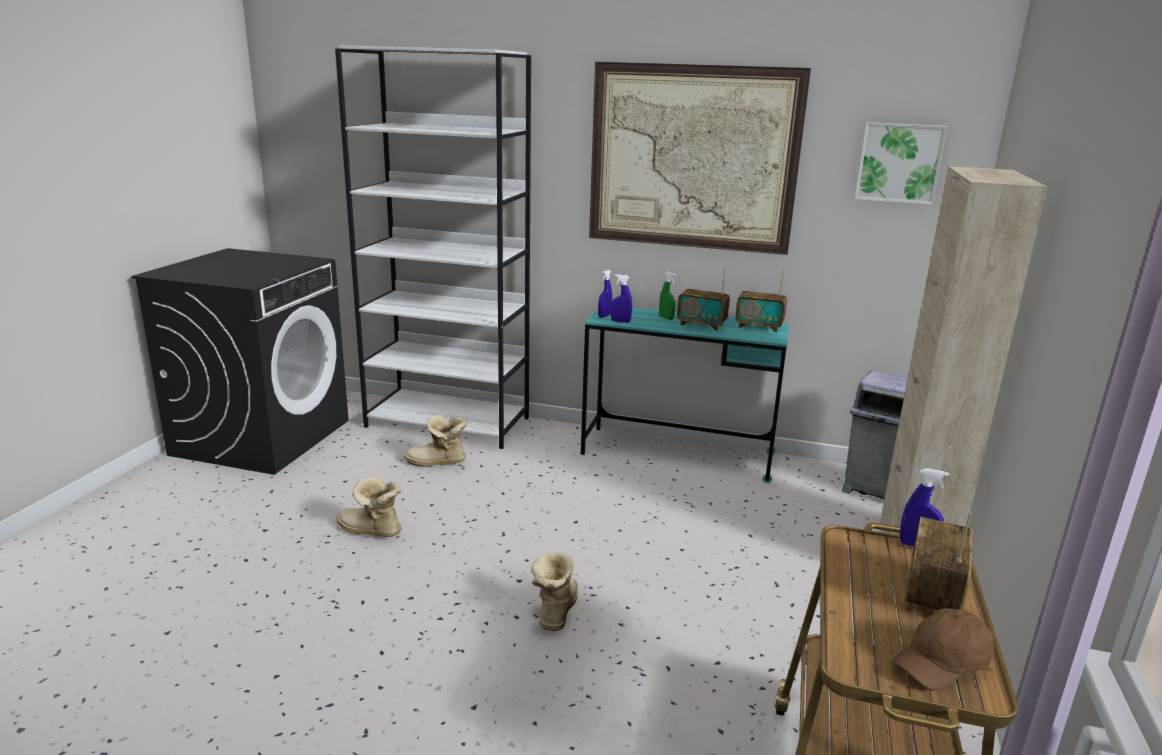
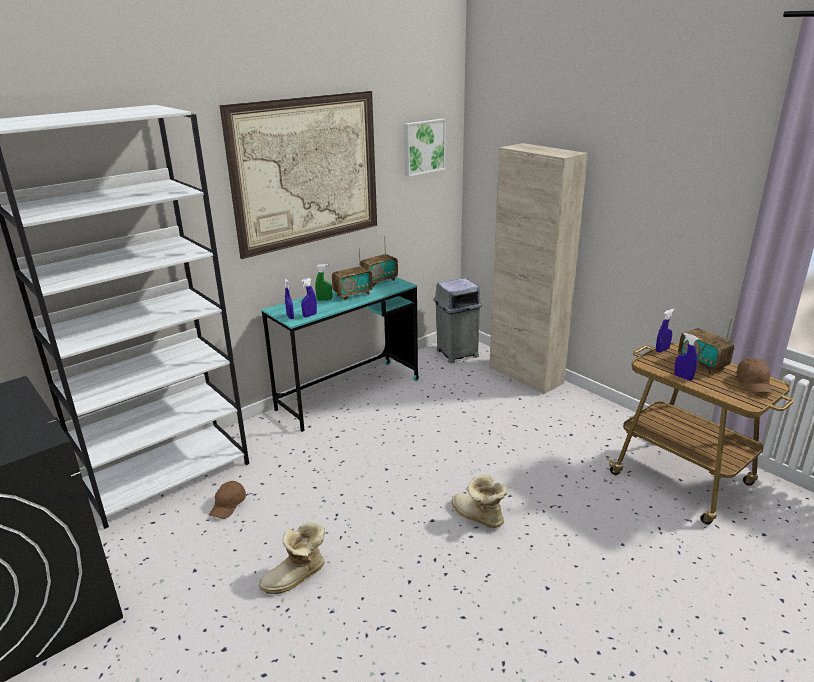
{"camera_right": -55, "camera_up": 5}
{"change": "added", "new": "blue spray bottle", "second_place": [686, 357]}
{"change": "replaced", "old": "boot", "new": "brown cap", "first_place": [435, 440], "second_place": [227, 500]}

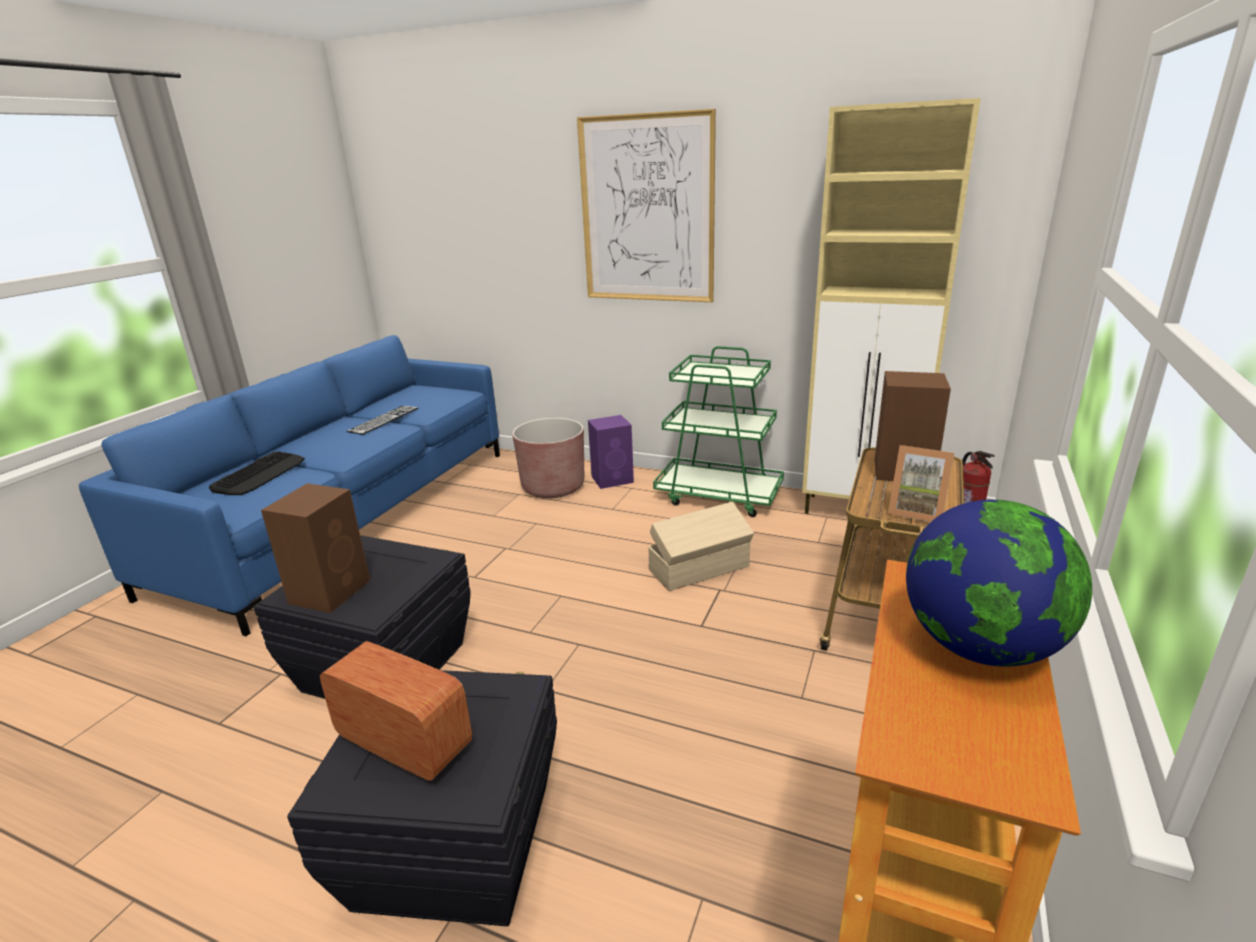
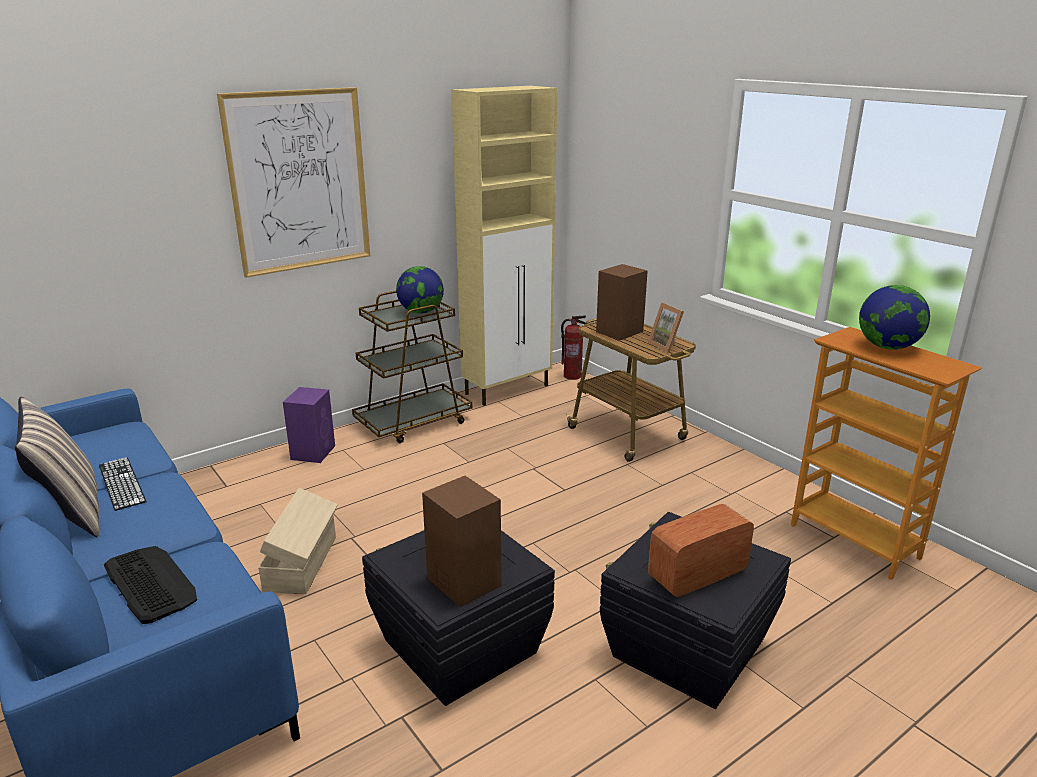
{"camera_right": -60, "camera_up": 0}
{"change": "removed", "old": "brown planter", "first_place": [548, 458]}
{"change": "added", "new": "pillow", "second_place": [57, 466]}
{"change": "added", "new": "globe", "second_place": [420, 290]}
{"change": "moved", "old": "beige storage box", "first_place": [701, 546], "second_place": [298, 541]}
{"change": "recoloured", "old": "green cart", "new": "brown cart", "first_place": [718, 431], "second_place": [412, 367]}
{"change": "turned", "old": "picture frame", "first_place": [921, 483], "second_place": [666, 327], "degrees": 90}

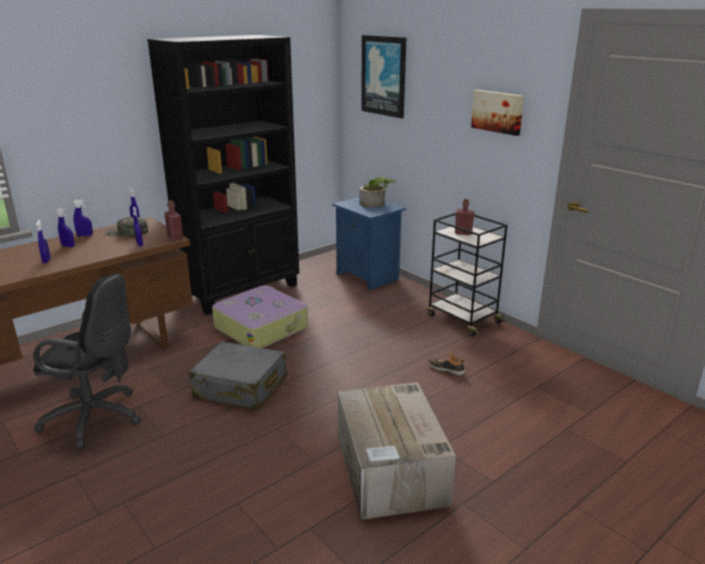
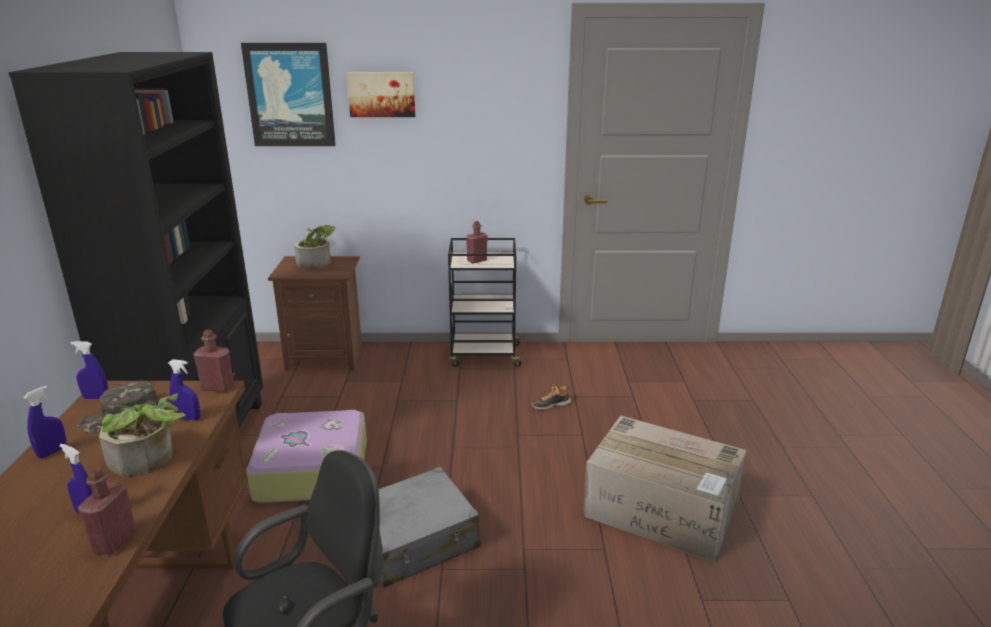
{"camera_right": -50, "camera_up": 0}
{"change": "removed", "old": "blue spray bottle", "first_place": [65, 228]}
{"change": "added", "new": "red bottle", "second_place": [107, 511]}
{"change": "added", "new": "potted plant", "second_place": [142, 435]}
{"change": "moved", "old": "picture", "first_place": [497, 113], "second_place": [381, 94]}
{"change": "recoloured", "old": "blue nightstand", "new": "brown nightstand", "first_place": [369, 243], "second_place": [315, 313]}

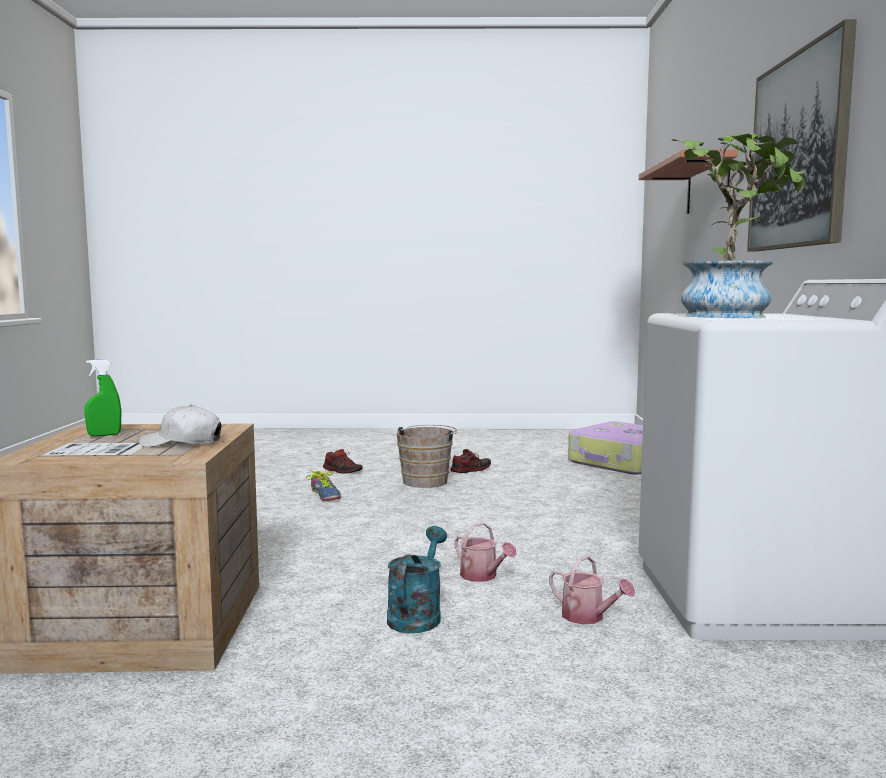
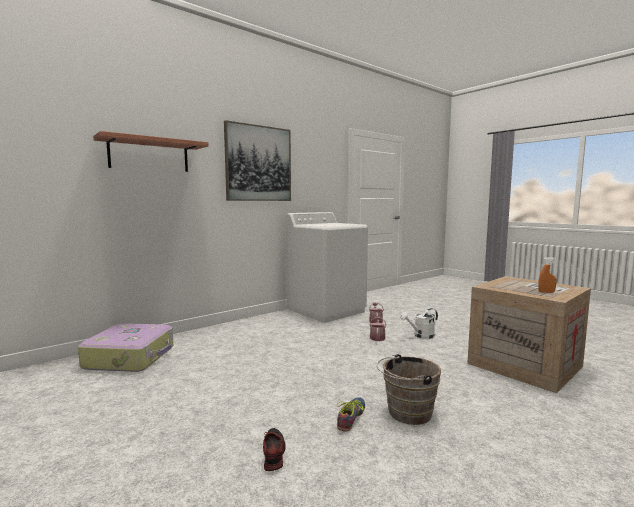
{"camera_right": -130, "camera_up": 0}
{"change": "removed", "old": "white cap", "first_place": [180, 426]}
{"change": "removed", "old": "shoe", "first_place": [470, 461]}
{"change": "removed", "old": "potted plant", "first_place": [739, 225]}
{"change": "moved", "old": "brown bucket", "first_place": [427, 456], "second_place": [409, 389]}
{"change": "recoloured", "old": "green spray bottle", "new": "orange spray bottle", "first_place": [102, 397], "second_place": [547, 275]}
{"change": "recoloured", "old": "turquoise watering can", "new": "white watering can", "first_place": [417, 579], "second_place": [419, 323]}

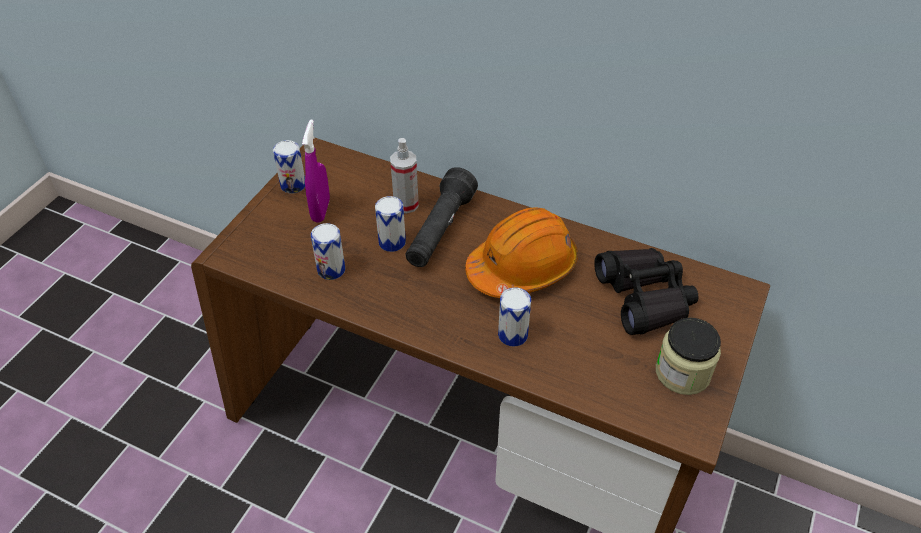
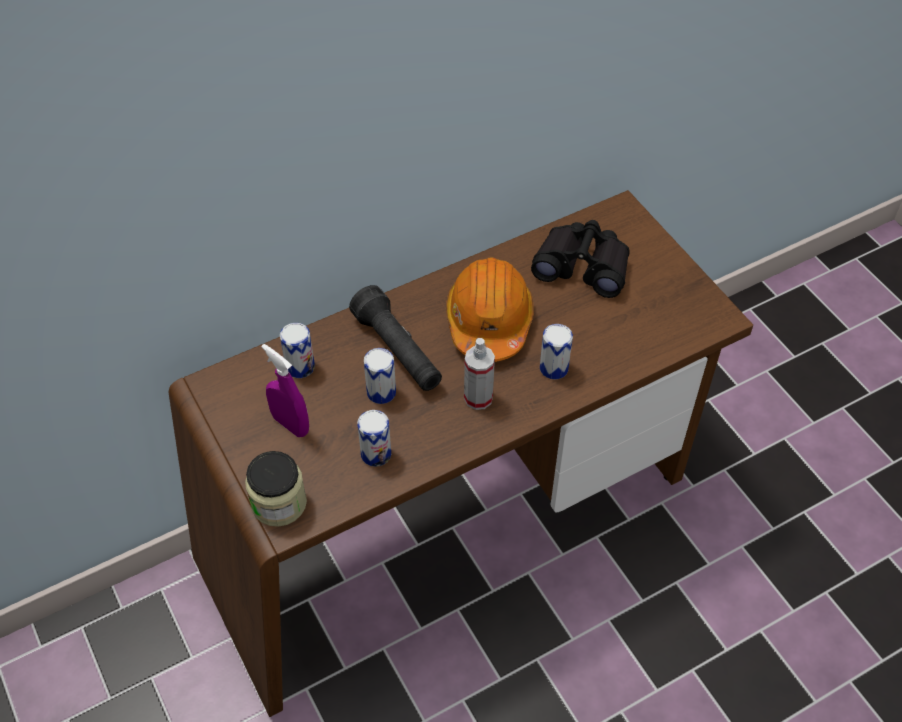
{"camera_right": -55, "camera_up": 5}
{"change": "moved", "old": "can", "first_place": [289, 167], "second_place": [297, 350]}
{"change": "moved", "old": "spray bottle", "first_place": [404, 175], "second_place": [479, 374]}
{"change": "moved", "old": "jar", "first_place": [688, 356], "second_place": [276, 489]}

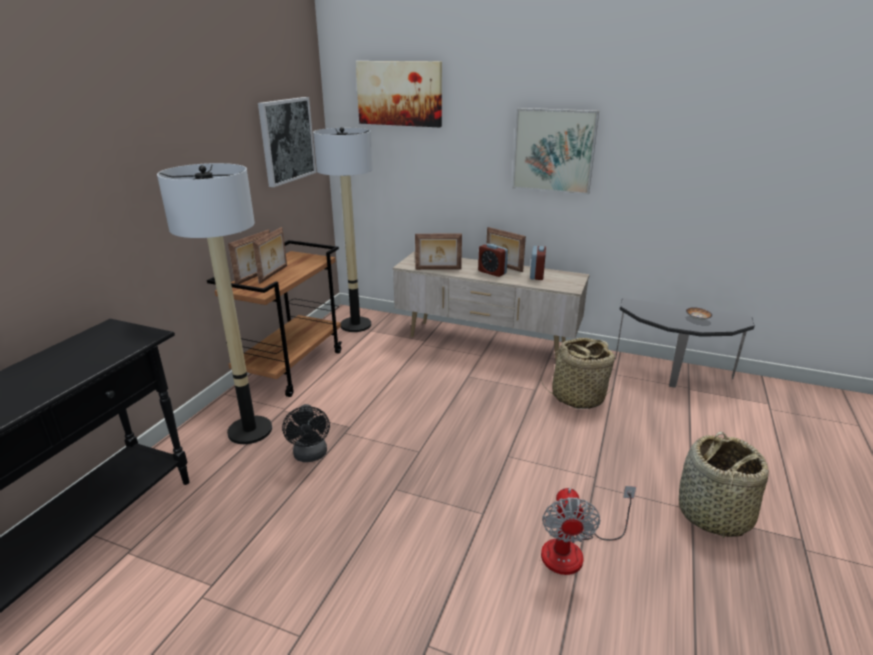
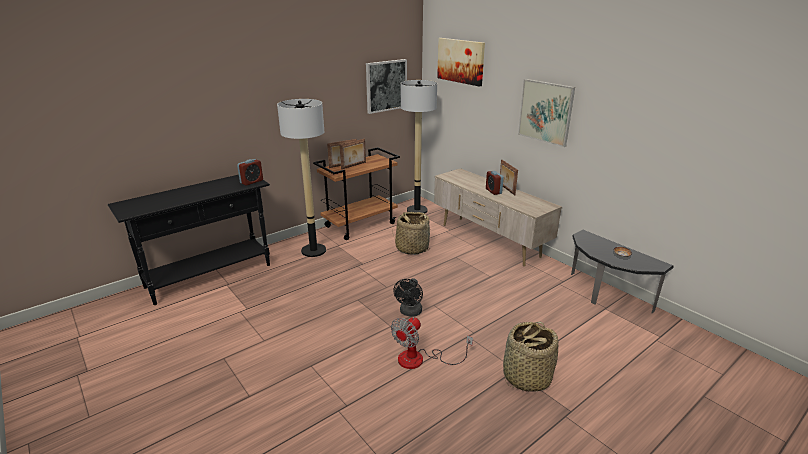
{"camera_right": 30, "camera_up": 0}
{"change": "removed", "old": "picture frame", "first_place": [438, 252]}
{"change": "moved", "old": "black fan", "first_place": [306, 433], "second_place": [408, 297]}
{"change": "moved", "old": "alarm clock", "first_place": [538, 263], "second_place": [250, 172]}
{"change": "moved", "old": "basket", "first_place": [578, 373], "second_place": [411, 233]}

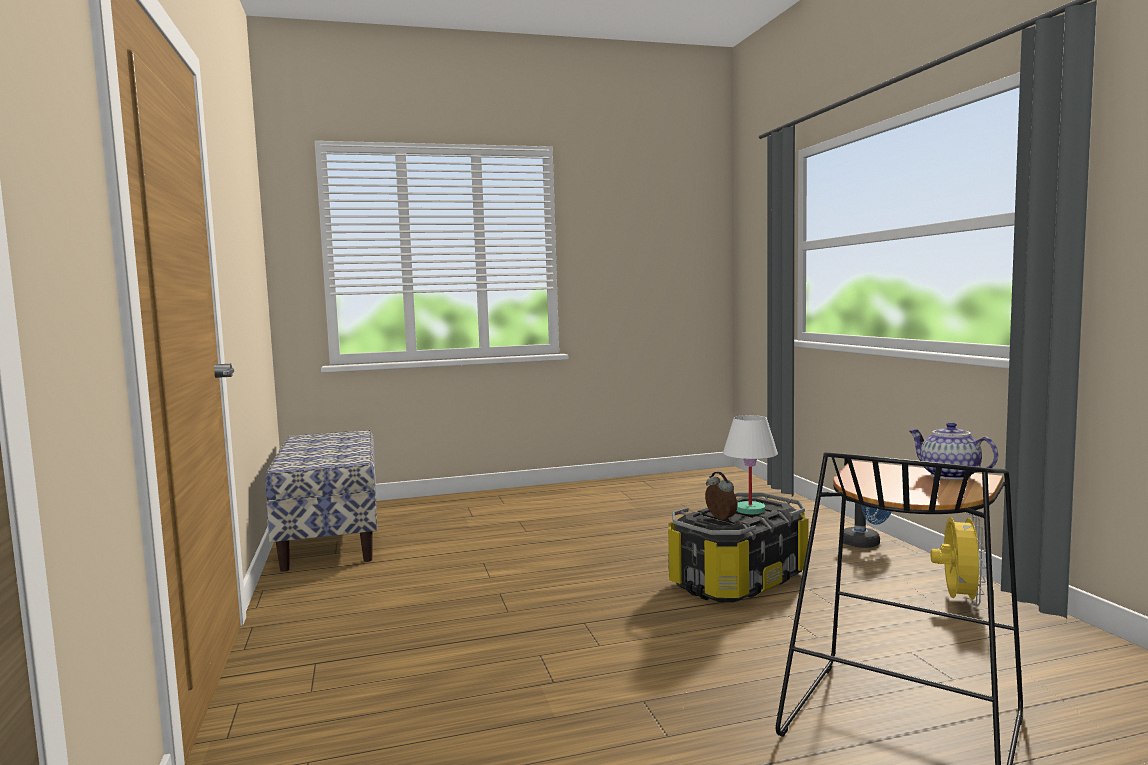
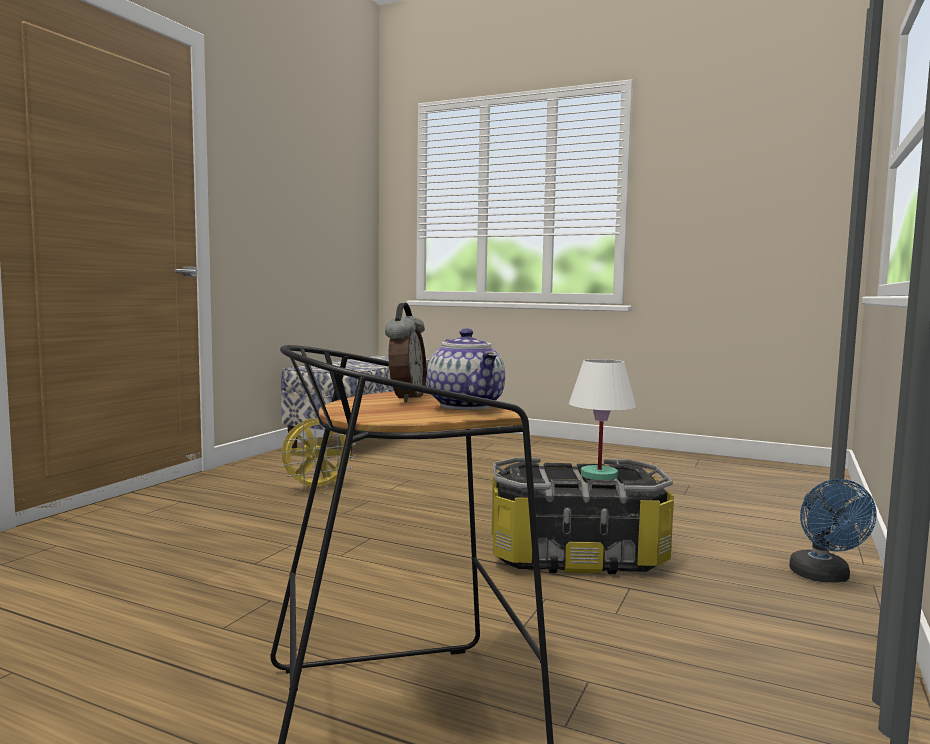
{"camera_right": 40, "camera_up": 0}
{"change": "moved", "old": "alarm clock", "first_place": [721, 496], "second_place": [405, 352]}
{"change": "moved", "old": "yellow fan", "first_place": [958, 559], "second_place": [319, 454]}
{"change": "turned", "old": "teapot", "first_place": [953, 451], "second_place": [466, 369], "degrees": 150}

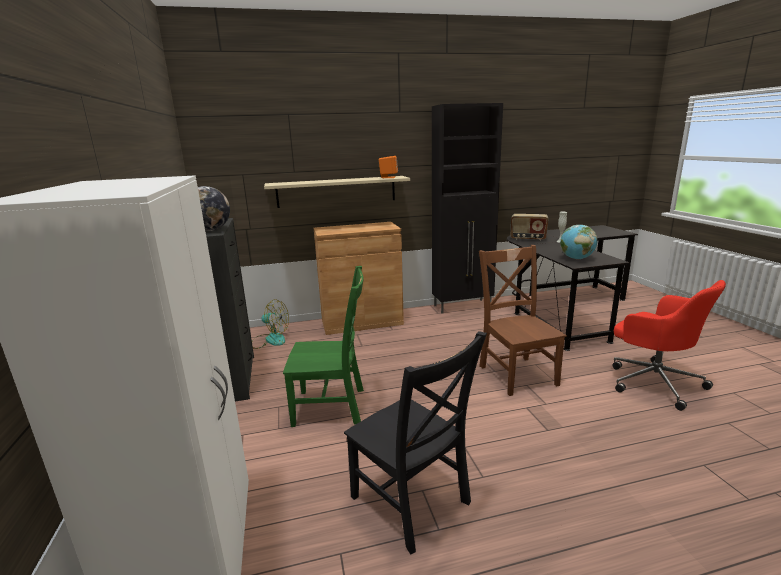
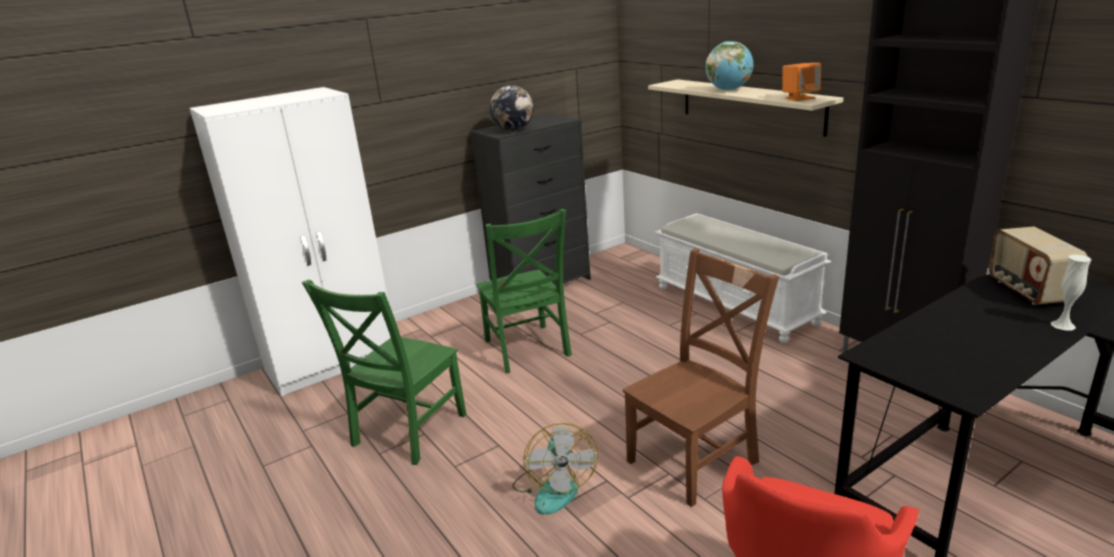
{"camera_right": 70, "camera_up": 5}
{"change": "moved", "old": "fan", "first_place": [270, 324], "second_place": [555, 469]}
{"change": "moved", "old": "globe", "first_place": [578, 242], "second_place": [729, 66]}
{"change": "replaced", "old": "brown cabinet", "new": "white bench", "first_place": [359, 278], "second_place": [743, 278]}
{"change": "recoloured", "old": "black chair", "new": "green chair", "first_place": [415, 442], "second_place": [384, 372]}

